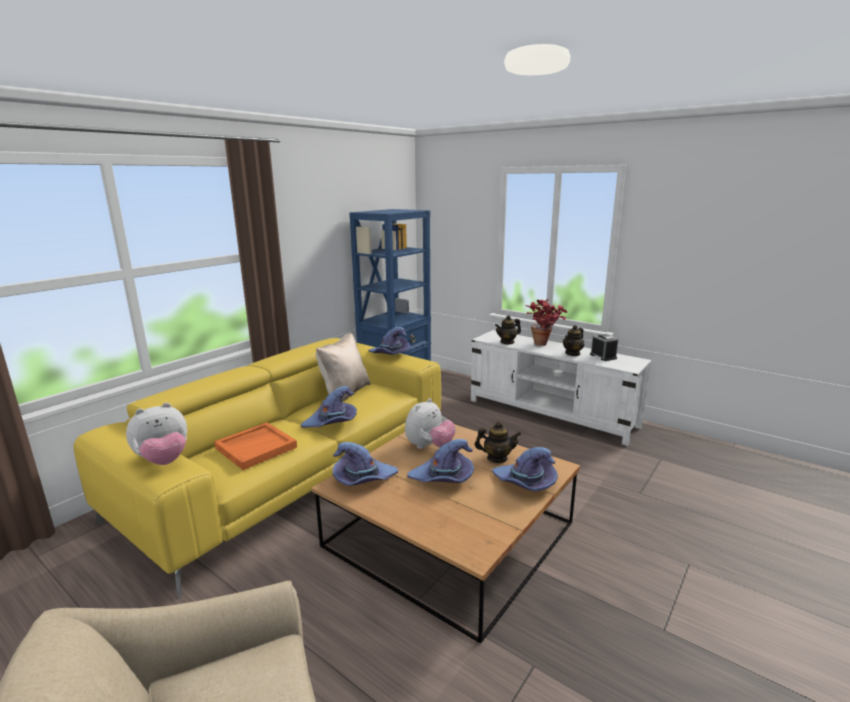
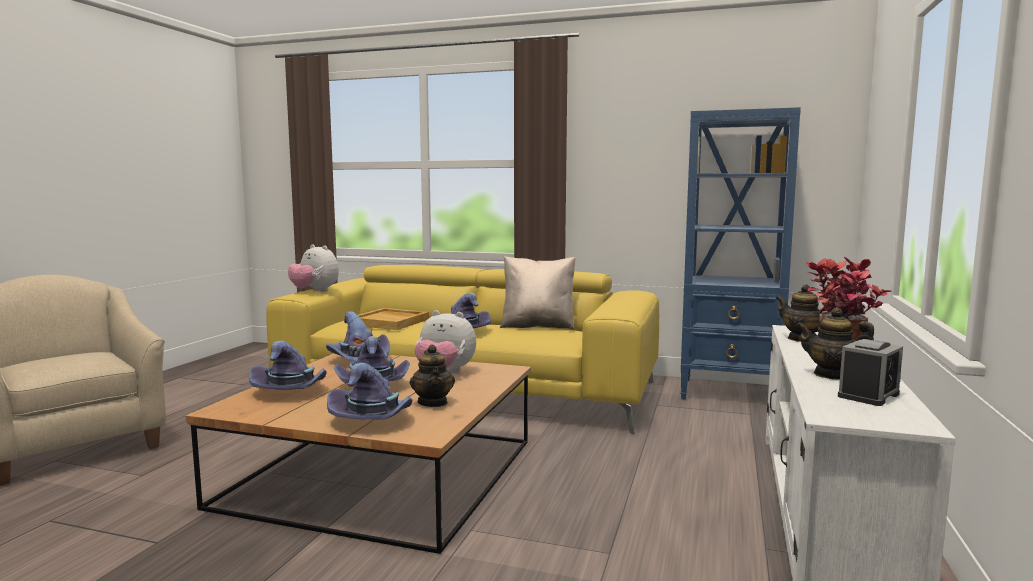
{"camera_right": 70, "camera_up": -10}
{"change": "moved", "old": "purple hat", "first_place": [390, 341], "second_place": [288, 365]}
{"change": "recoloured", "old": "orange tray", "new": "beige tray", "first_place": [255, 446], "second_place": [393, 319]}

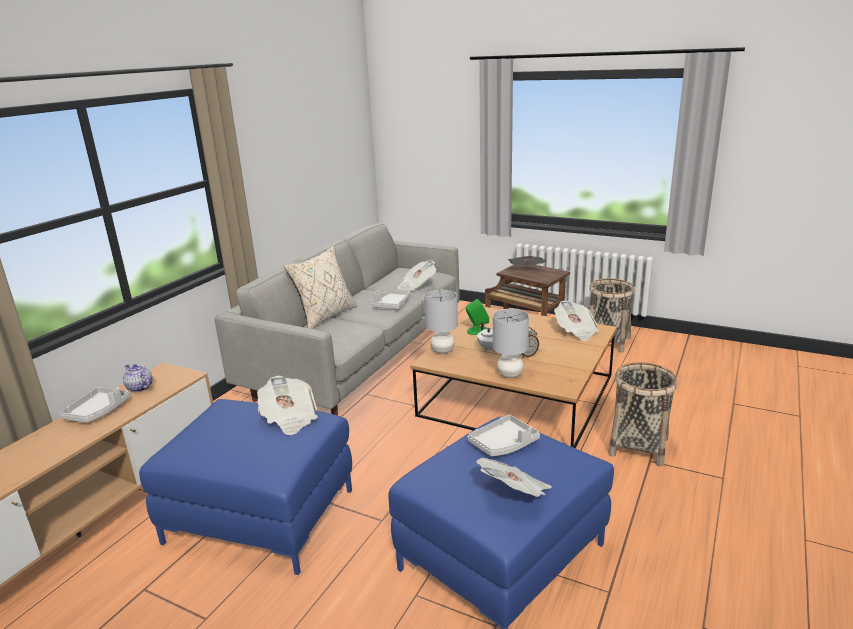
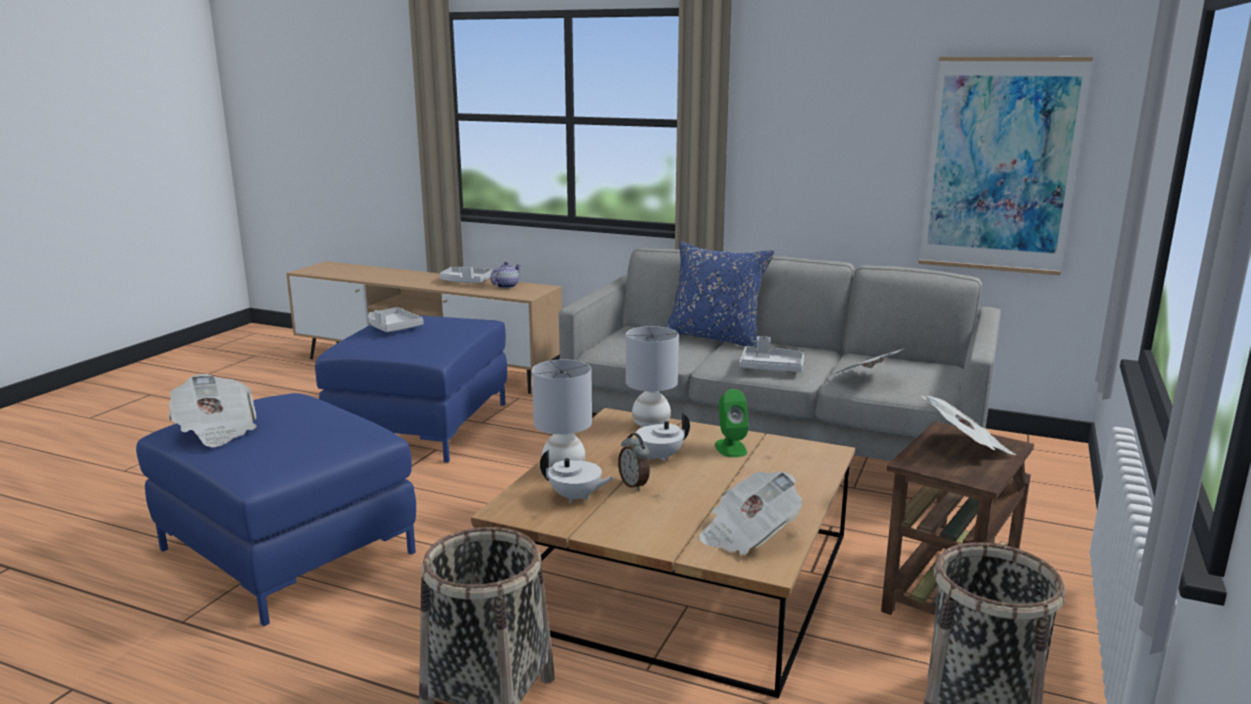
{"camera_right": 85, "camera_up": -5}
{"change": "removed", "old": "newspaper", "first_place": [287, 405]}
{"change": "added", "new": "white teapot", "second_place": [577, 476]}
{"change": "added", "new": "picture", "second_place": [1005, 166]}
{"change": "moved", "old": "grey tray", "first_place": [504, 435], "second_place": [396, 319]}
{"change": "recoloured", "old": "beige pillow", "new": "blue pillow", "first_place": [320, 287], "second_place": [719, 295]}

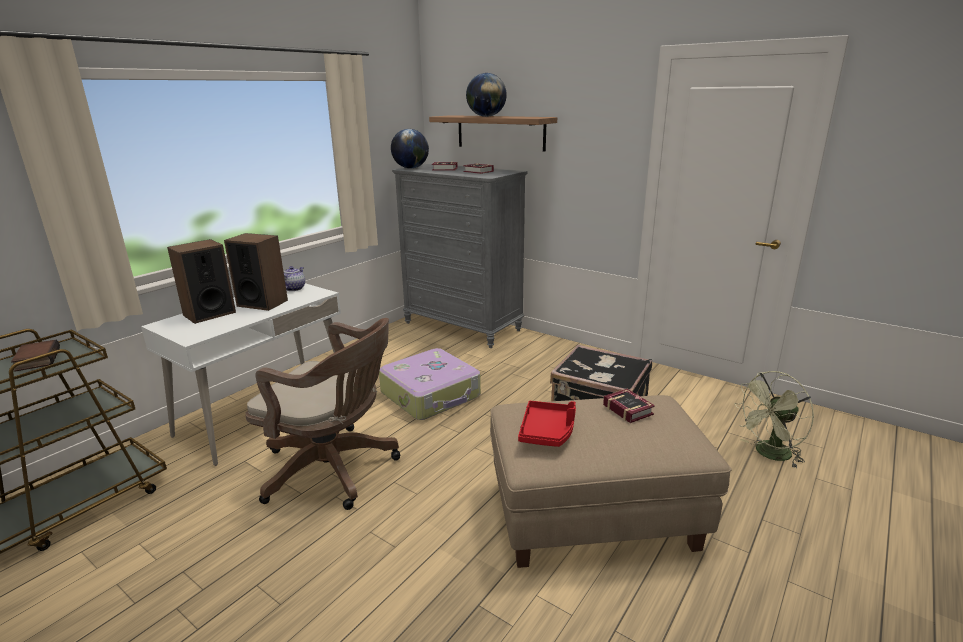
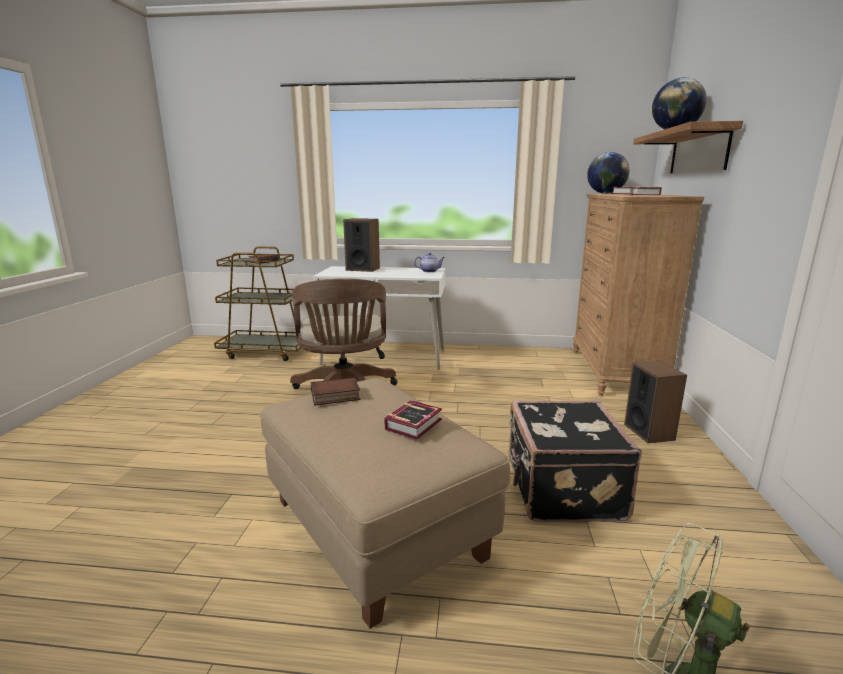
{"camera_right": 60, "camera_up": -5}
{"change": "removed", "old": "suitcase", "first_place": [430, 384]}
{"change": "moved", "old": "speaker", "first_place": [256, 272], "second_place": [655, 402]}
{"change": "replaced", "old": "red tray", "new": "book", "first_place": [547, 424], "second_place": [335, 392]}
{"change": "recoloured", "old": "grey dresser", "new": "brown dresser", "first_place": [459, 255], "second_place": [638, 295]}

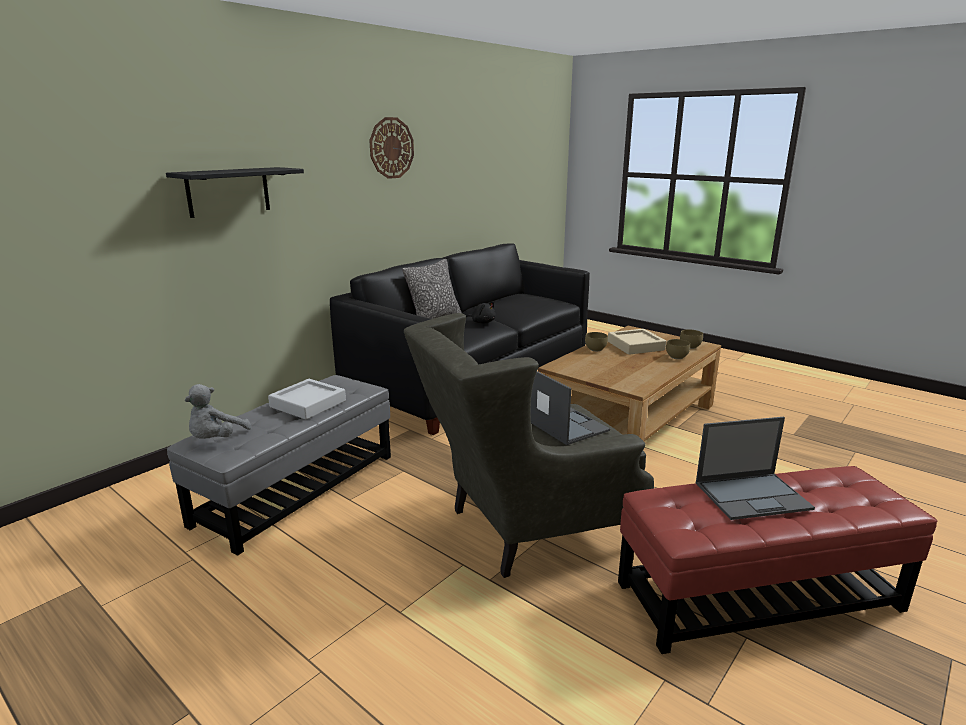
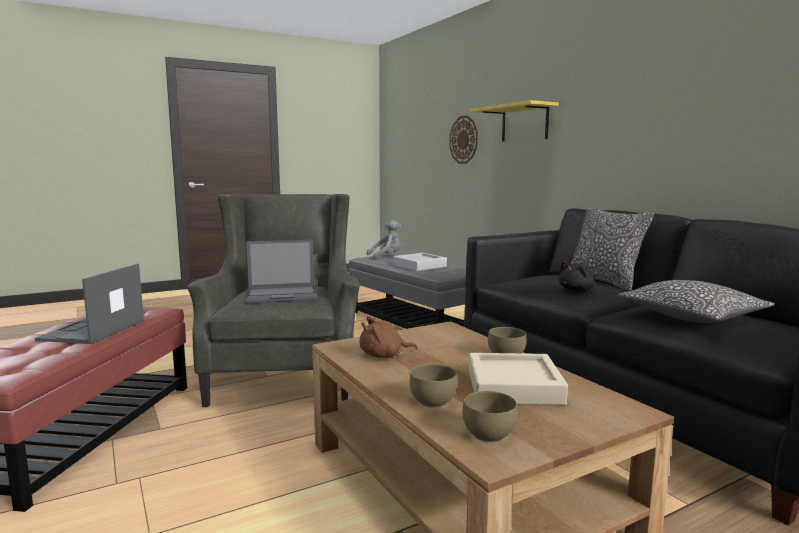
{"camera_right": 110, "camera_up": -10}
{"change": "added", "new": "brown plush toy", "second_place": [389, 337]}
{"change": "added", "new": "pillow", "second_place": [696, 301]}
{"change": "moved", "old": "wall clock", "first_place": [391, 148], "second_place": [463, 139]}
{"change": "recoloured", "old": "black shelf", "new": "yellow shelf", "first_place": [235, 192], "second_place": [514, 120]}
{"change": "turned", "old": "grey plush toy", "first_place": [218, 411], "second_place": [384, 240], "degrees": 120}

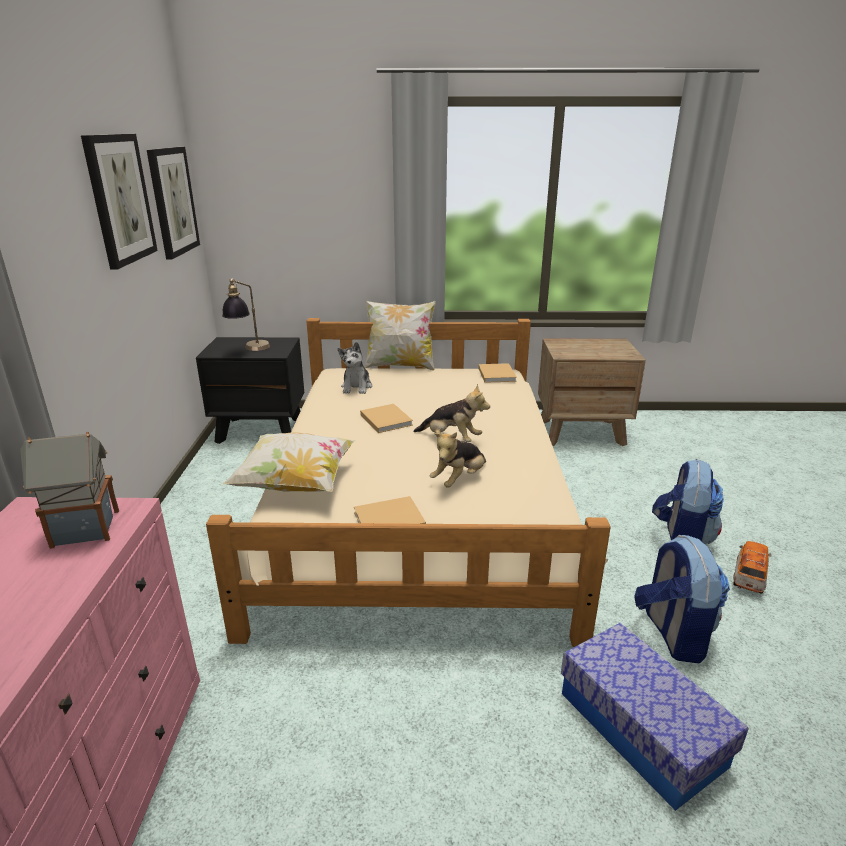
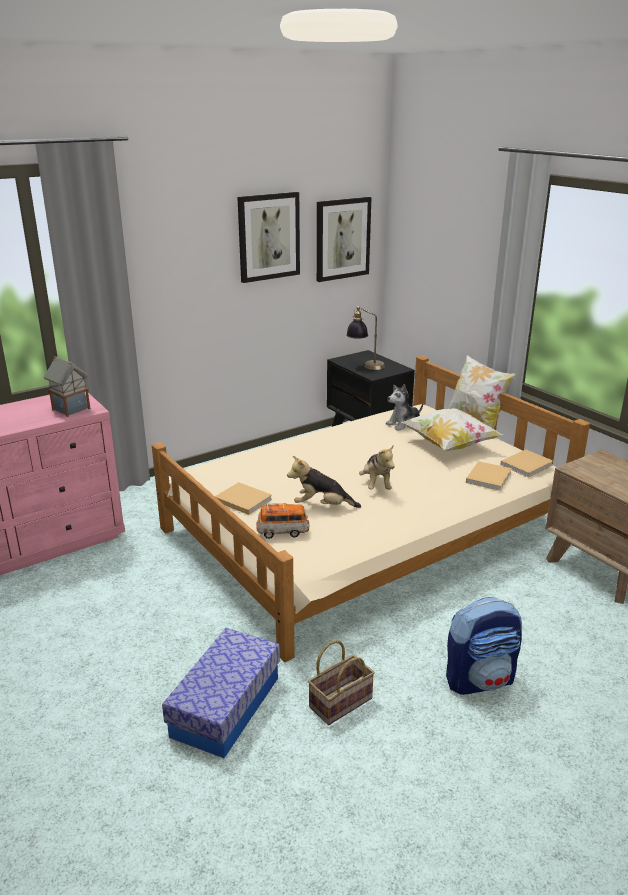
{"camera_right": 55, "camera_up": 0}
{"change": "moved", "old": "pillow", "first_place": [289, 462], "second_place": [452, 429]}
{"change": "moved", "old": "beige book", "first_place": [386, 418], "second_place": [489, 476]}
{"change": "moved", "old": "toy car", "first_place": [752, 567], "second_place": [282, 521]}
{"change": "replaced", "old": "backpack", "new": "basket", "first_place": [682, 599], "second_place": [341, 682]}

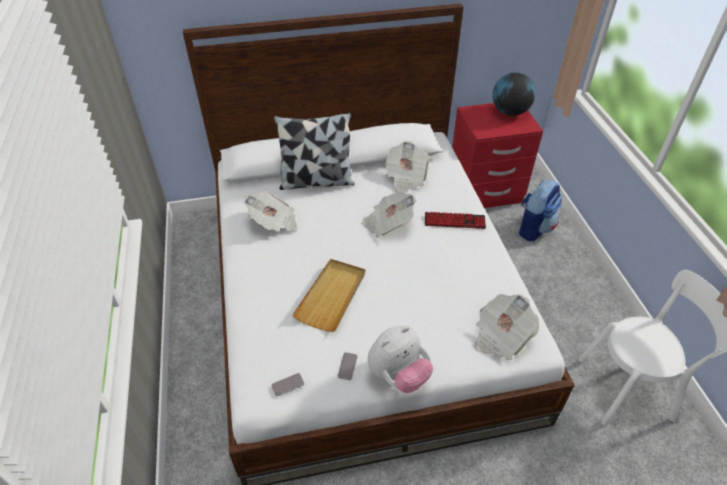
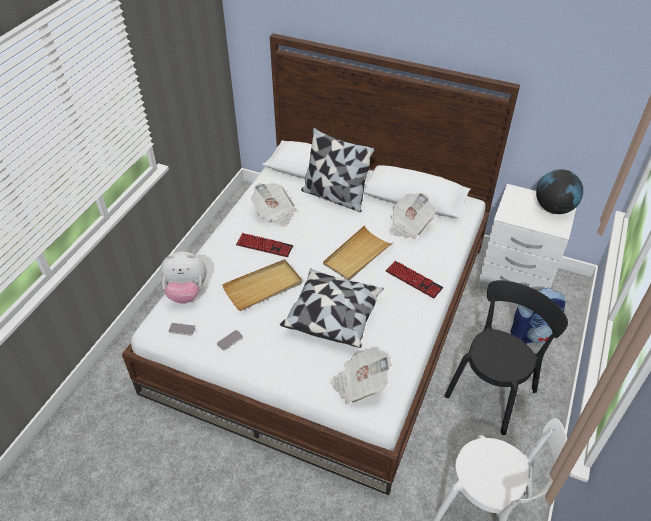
{"camera_right": 35, "camera_up": 0}
{"change": "added", "new": "keyboard", "second_place": [264, 245]}
{"change": "added", "new": "pillow", "second_place": [332, 308]}
{"change": "added", "new": "black chair", "second_place": [506, 357]}
{"change": "moved", "old": "plush toy", "first_place": [400, 359], "second_place": [184, 278]}
{"change": "replaced", "old": "newspaper", "new": "beige tray", "first_place": [389, 214], "second_place": [358, 253]}
{"change": "recoloured", "old": "red nightstand", "new": "white nightstand", "first_place": [497, 155], "second_place": [527, 237]}

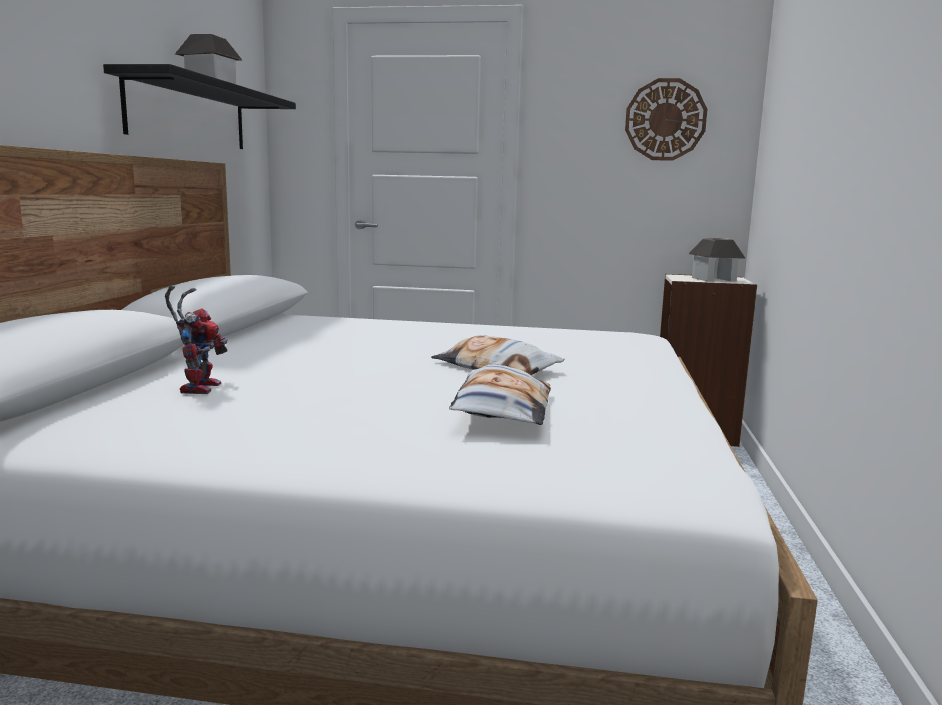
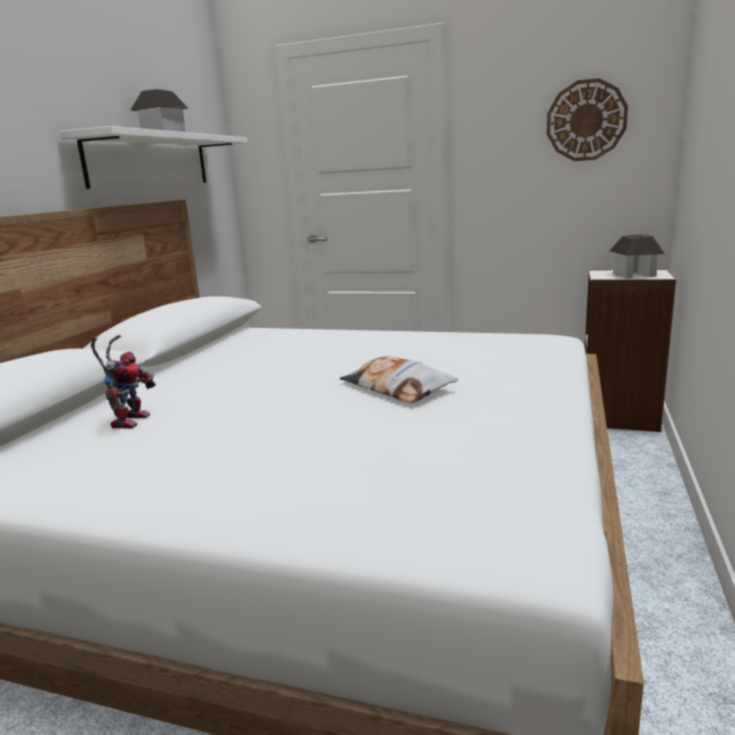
{"camera_right": 10, "camera_up": 5}
{"change": "removed", "old": "pillow", "first_place": [500, 394]}
{"change": "recoloured", "old": "black shelf", "new": "white shelf", "first_place": [199, 106], "second_place": [153, 157]}

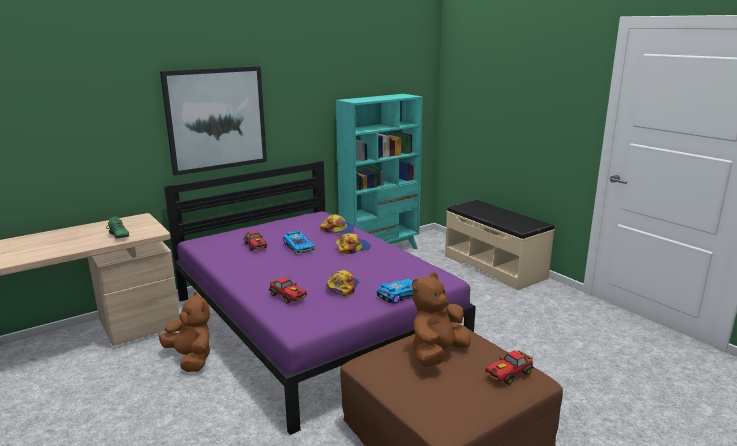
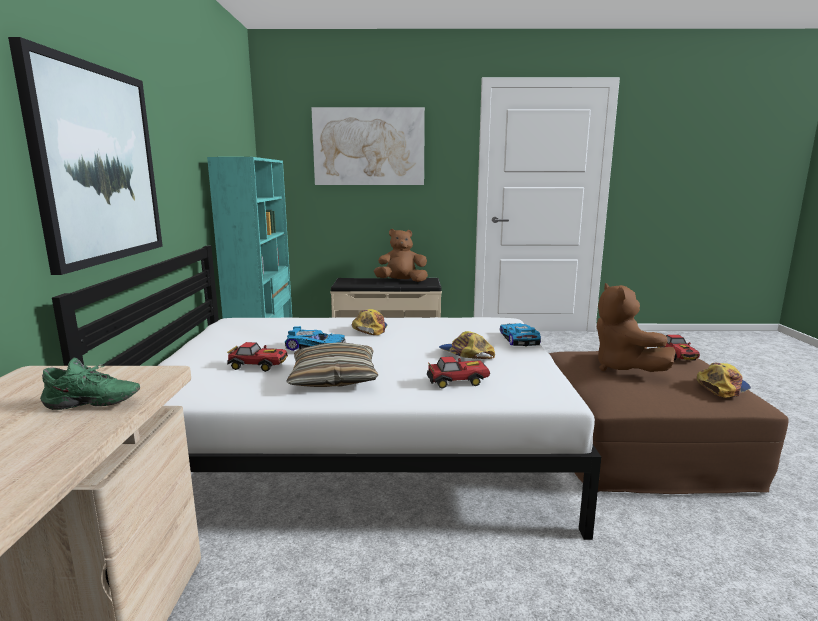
{"camera_right": -55, "camera_up": -5}
{"change": "added", "new": "pillow", "second_place": [332, 364]}
{"change": "added", "new": "picture", "second_place": [368, 146]}
{"change": "moved", "old": "brown plush toy", "first_place": [184, 332], "second_place": [401, 255]}
{"change": "moved", "old": "cap", "first_place": [337, 224], "second_place": [724, 380]}
{"change": "recoloured", "old": "purple bed", "new": "white bed", "first_place": [320, 298], "second_place": [326, 392]}

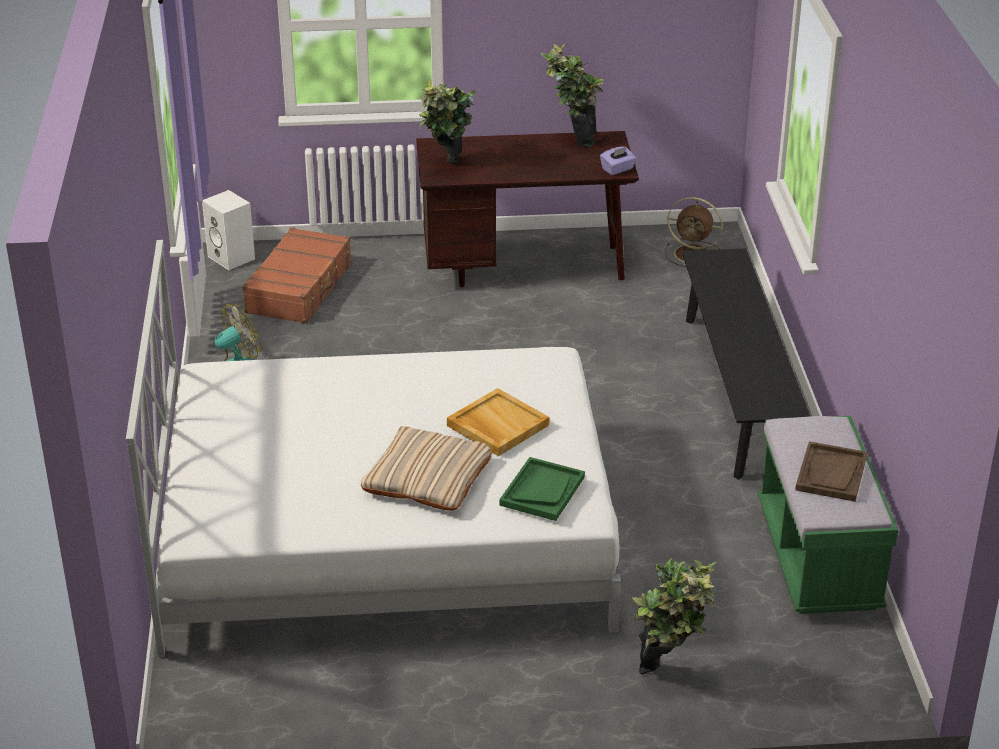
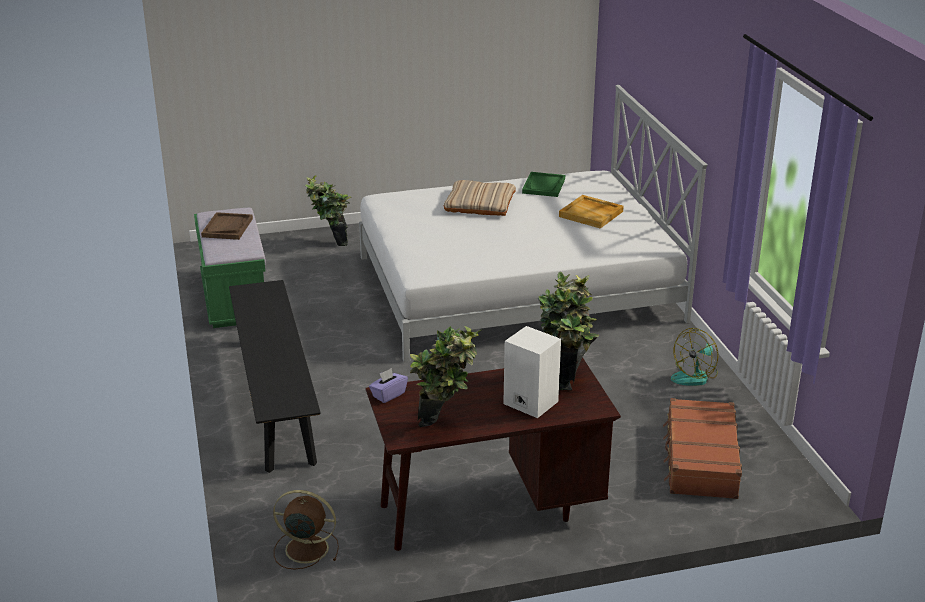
{"camera_right": 170, "camera_up": -5}
{"change": "moved", "old": "white speaker", "first_place": [228, 230], "second_place": [532, 372]}
{"change": "moved", "old": "beige tray", "first_place": [498, 422], "second_place": [591, 212]}
{"change": "moved", "old": "green tray", "first_place": [542, 489], "second_place": [543, 184]}

